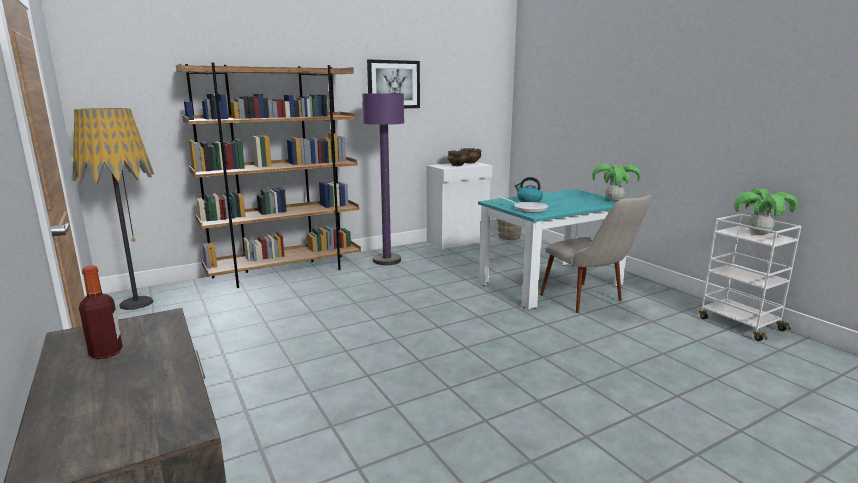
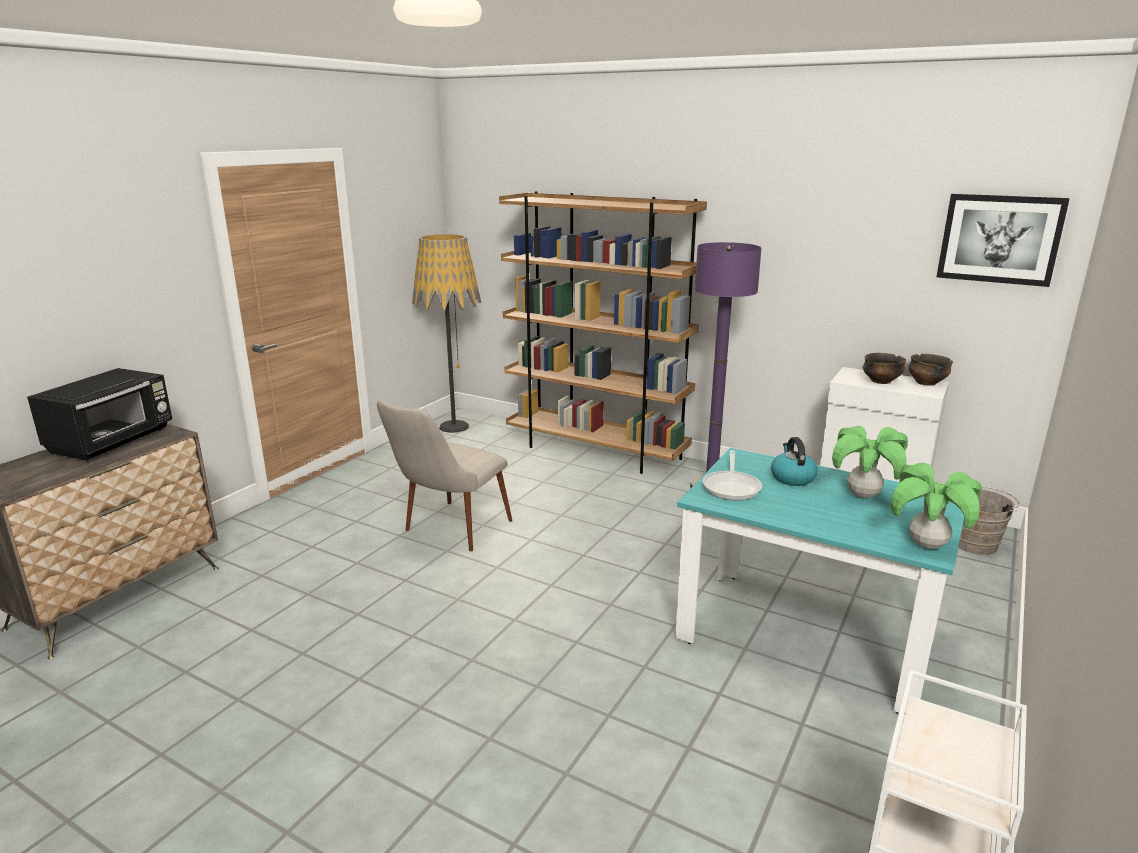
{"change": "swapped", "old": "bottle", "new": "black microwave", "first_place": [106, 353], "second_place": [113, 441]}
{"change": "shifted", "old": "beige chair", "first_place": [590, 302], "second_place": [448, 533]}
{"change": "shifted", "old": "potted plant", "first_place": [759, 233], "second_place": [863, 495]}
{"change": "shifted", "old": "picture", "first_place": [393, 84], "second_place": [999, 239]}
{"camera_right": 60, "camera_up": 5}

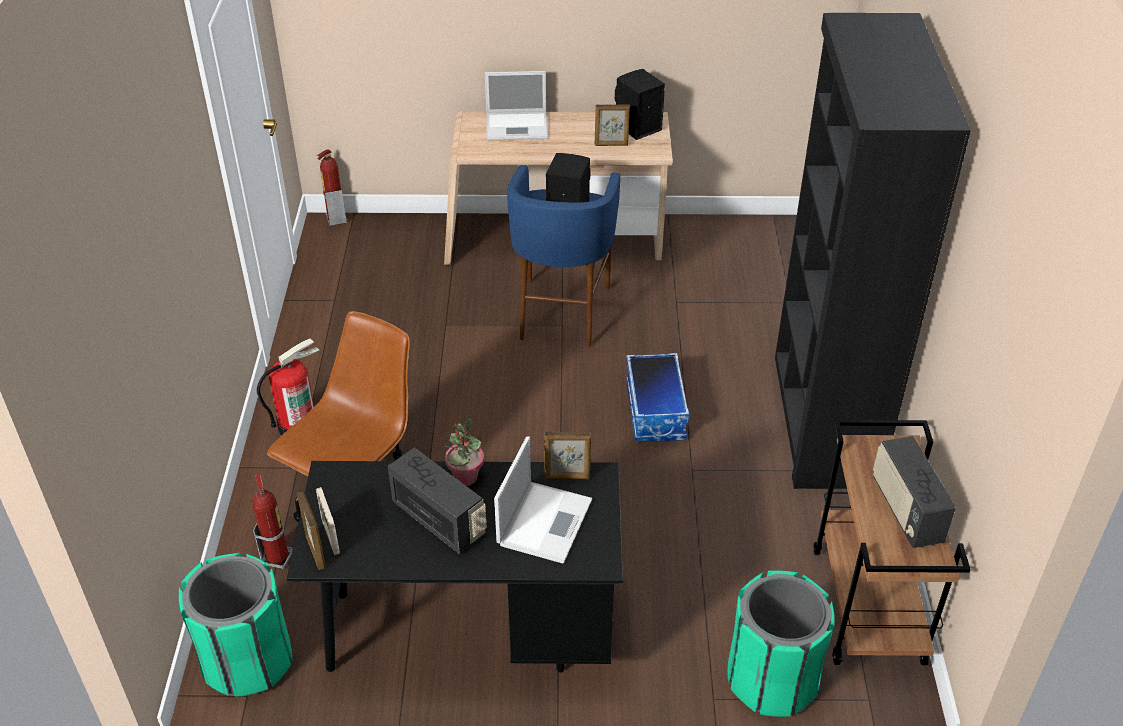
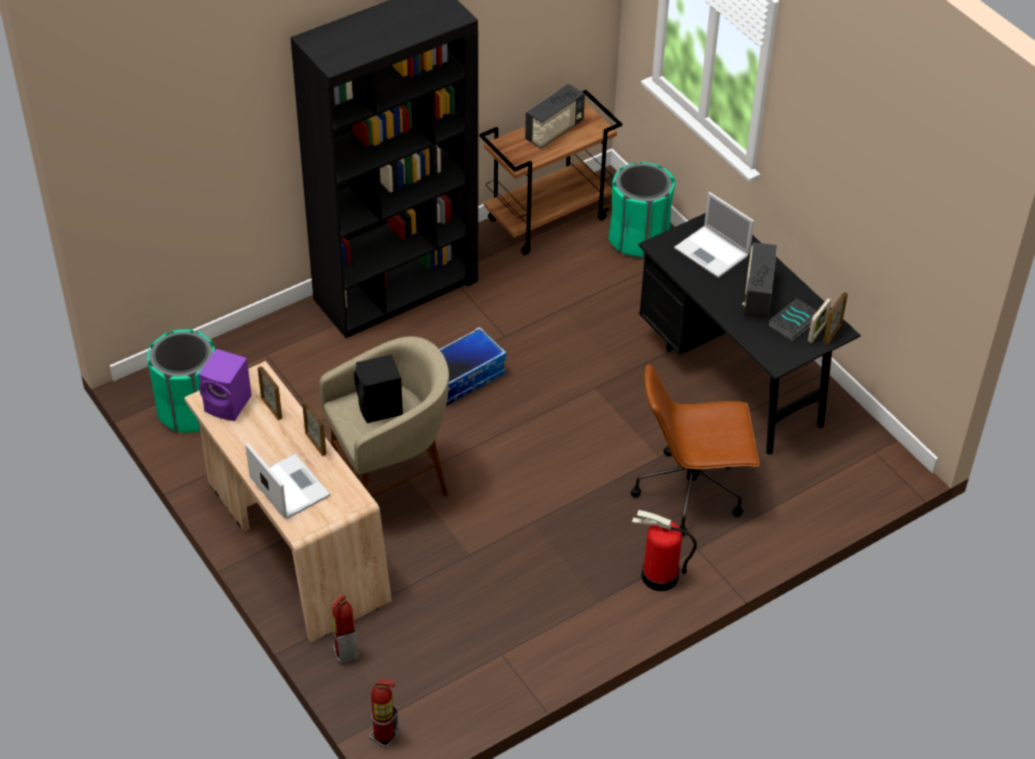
{"change": "shifted", "old": "green trash can", "first_place": [248, 660], "second_place": [190, 410]}
{"change": "repainted", "old": "black speaker", "new": "purple speaker", "first_place": [636, 128], "second_place": [229, 404]}
{"change": "shifted", "old": "picture frame", "first_place": [567, 477], "second_place": [316, 444]}
{"change": "repainted", "old": "blue stool", "new": "beige stool", "first_place": [562, 313], "second_place": [391, 486]}
{"change": "shifted", "old": "fire extinguisher", "first_place": [278, 557], "second_place": [345, 653]}
{"change": "rotated", "old": "laptop", "first_place": [545, 520], "second_place": [713, 252], "degrees": -120}
{"change": "new", "new": "book", "second_place": [794, 323]}
{"change": "gone", "old": "potted plant", "first_place": [465, 477]}
{"camera_right": -125, "camera_up": 5}

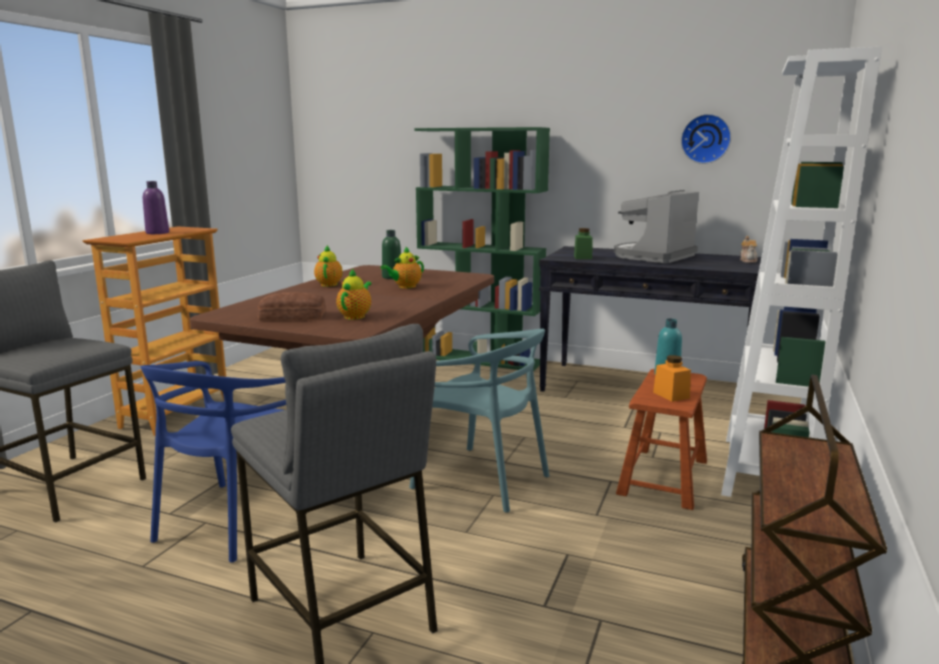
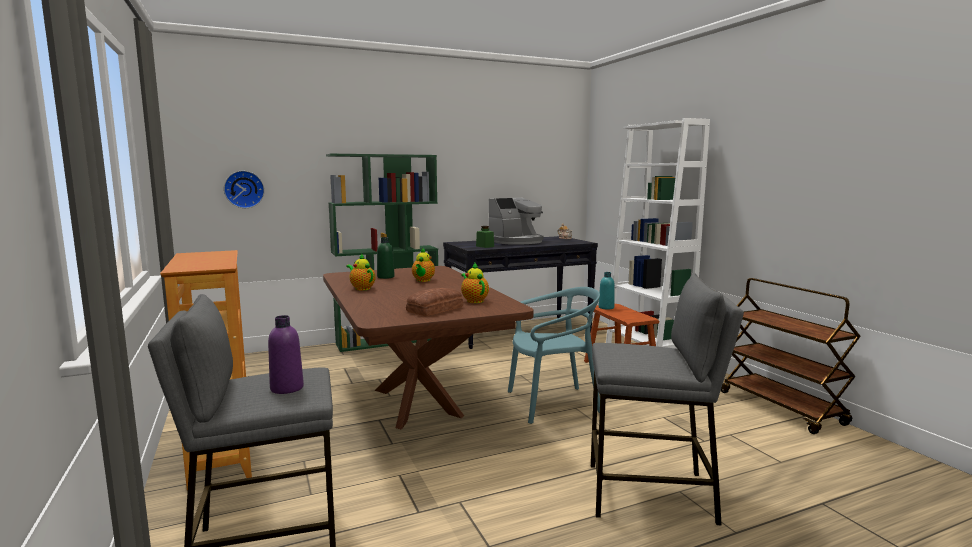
{"change": "shifted", "old": "wall clock", "first_place": [705, 139], "second_place": [244, 189]}
{"change": "shifted", "old": "purple bottle", "first_place": [157, 233], "second_place": [287, 388]}
{"change": "rotated", "old": "coffee machine", "first_place": [653, 256], "second_place": [516, 241], "degrees": -120}
{"change": "gone", "old": "blue chair", "first_place": [234, 520]}
{"change": "gone", "old": "orange jar", "first_place": [671, 395]}
{"camera_right": -45, "camera_up": -5}

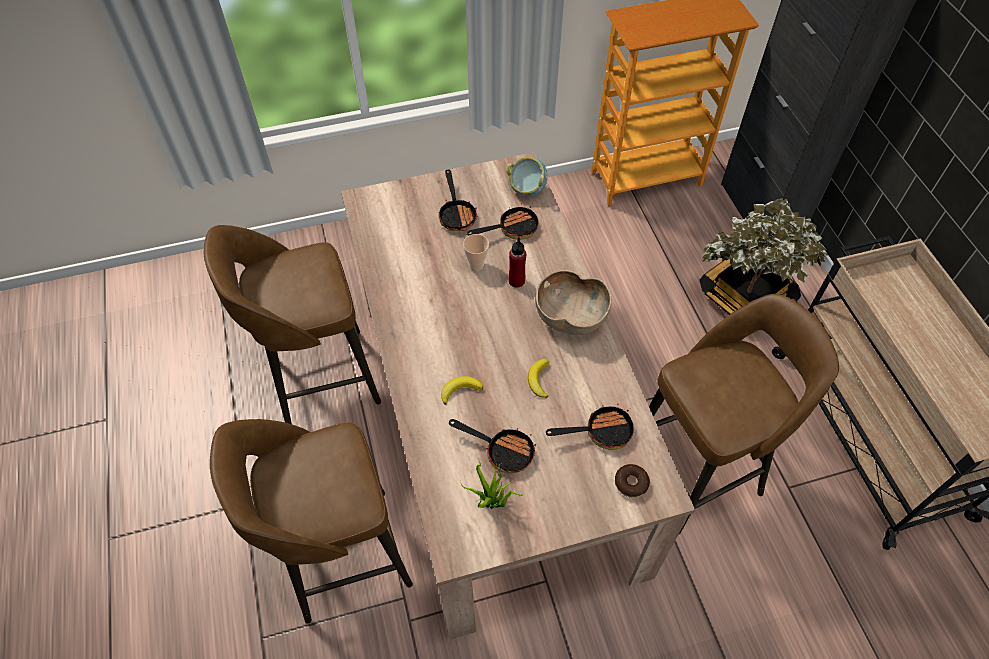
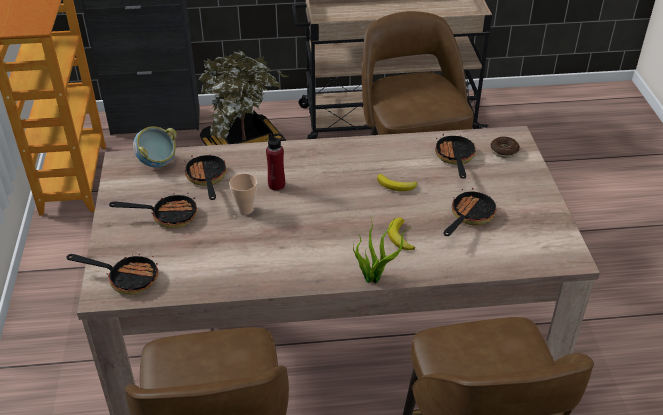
{"change": "new", "new": "frying pan", "second_place": [126, 278]}
{"change": "shifted", "old": "potted plant", "first_place": [492, 504], "second_place": [374, 278]}
{"change": "gone", "old": "brown bowl", "first_place": [570, 317]}
{"camera_right": -80, "camera_up": -15}

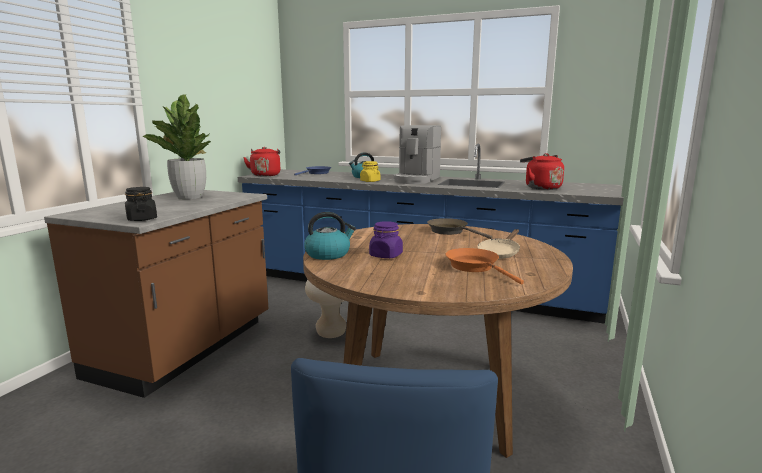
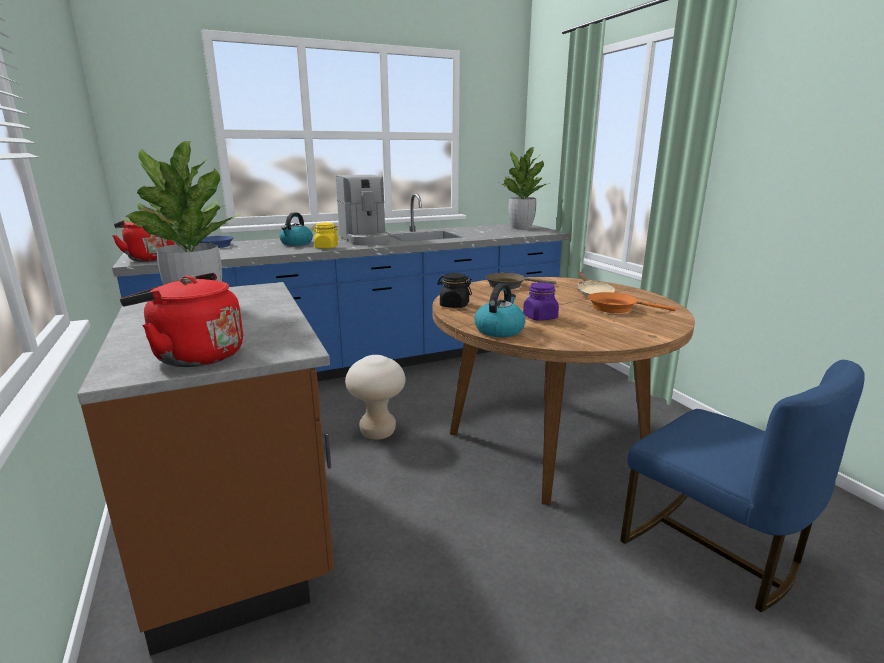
{"change": "shifted", "old": "red kettle", "first_place": [540, 188], "second_place": [194, 356]}
{"change": "shifted", "old": "black jar", "first_place": [142, 219], "second_place": [454, 305]}
{"change": "new", "new": "potted plant", "second_place": [520, 228]}
{"camera_right": -45, "camera_up": 5}

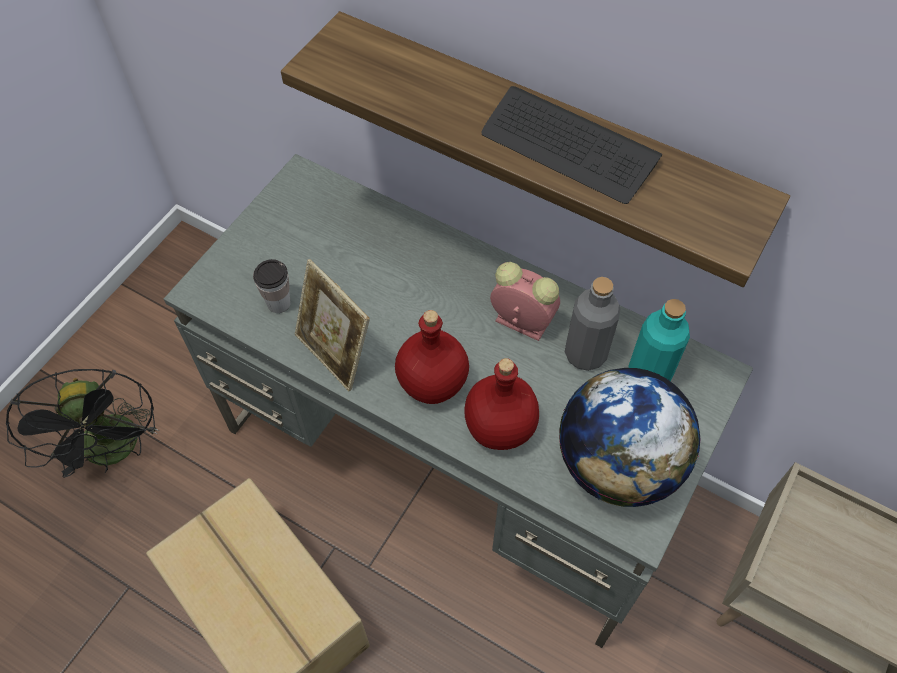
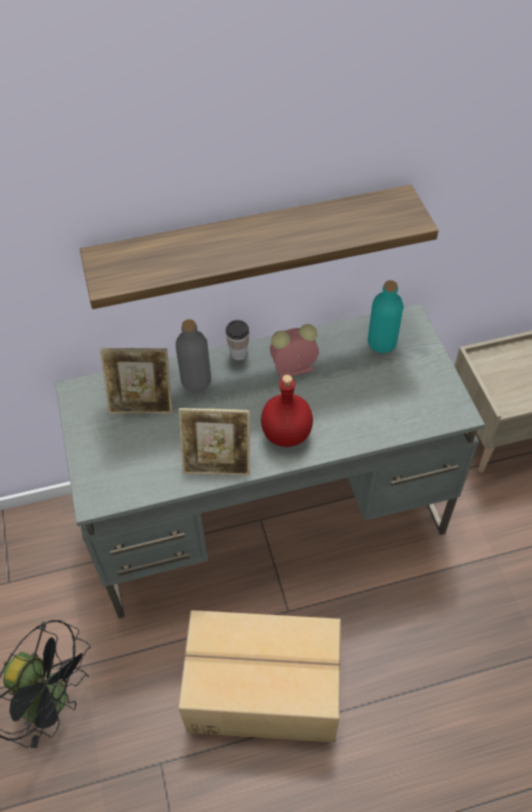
{"change": "new", "new": "picture frame", "second_place": [142, 404]}
{"change": "shifted", "old": "grey bottle", "first_place": [585, 354], "second_place": [196, 381]}
{"change": "shifted", "old": "cup", "first_place": [279, 303], "second_place": [238, 353]}
{"change": "gone", "old": "red bottle", "first_place": [498, 427]}
{"change": "gone", "old": "keyboard", "first_place": [568, 147]}
{"change": "gone", "old": "globe", "first_place": [617, 464]}
{"camera_right": -45, "camera_up": -5}

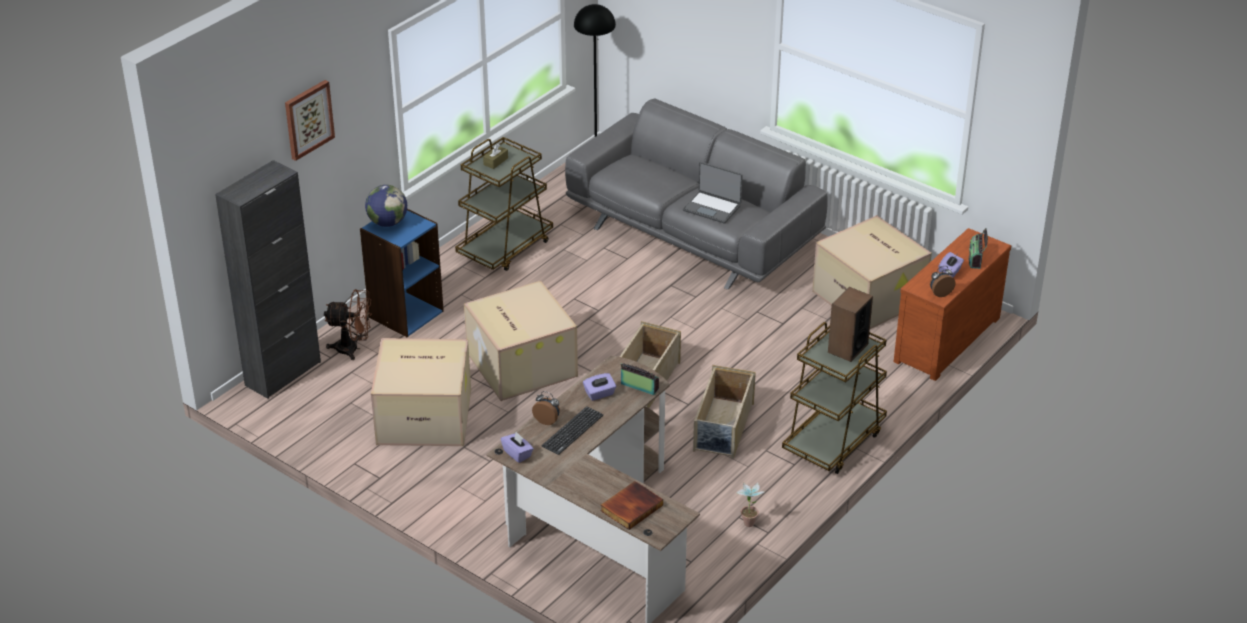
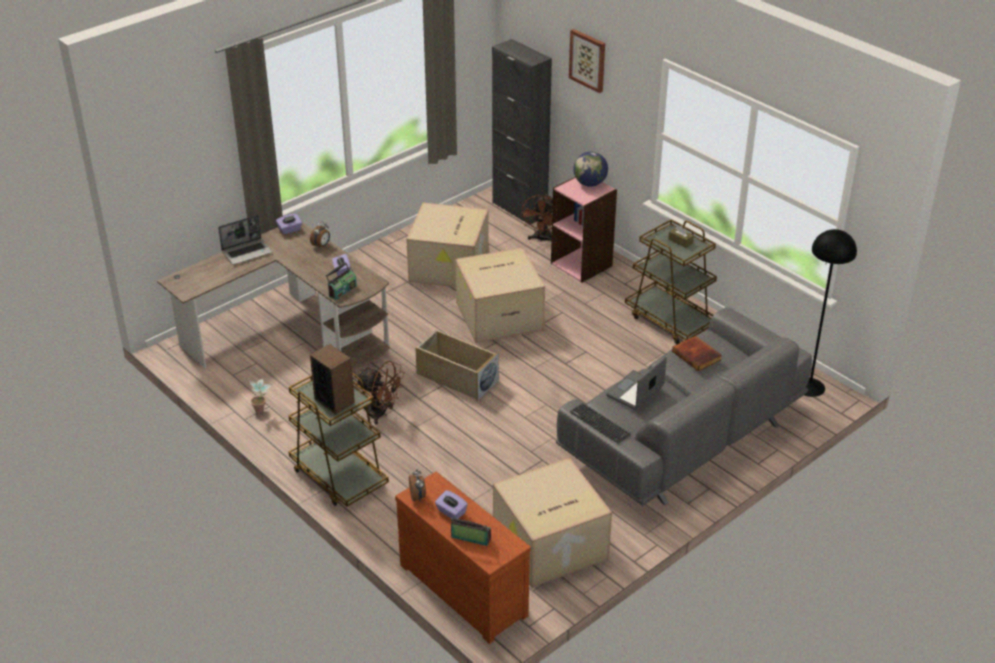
{"change": "new", "new": "laptop", "second_place": [247, 252]}
{"change": "swapped", "old": "beige storage box", "new": "brown fan", "first_place": [723, 427], "second_place": [381, 413]}
{"change": "repainted", "old": "blue bookcase", "new": "pink bookcase", "first_place": [405, 314], "second_place": [582, 264]}
{"change": "shifted", "old": "keyboard", "first_place": [572, 431], "second_place": [600, 423]}
{"change": "shifted", "old": "book", "first_place": [631, 507], "second_place": [697, 355]}
{"camera_right": 100, "camera_up": 0}

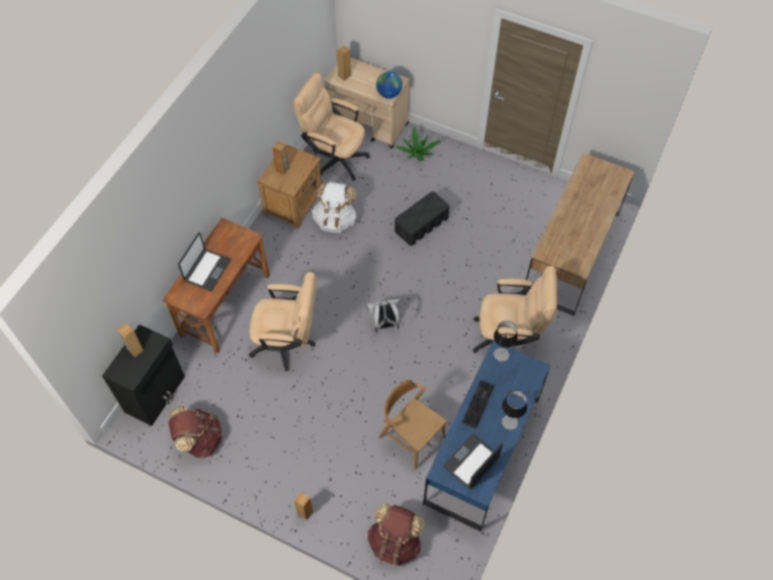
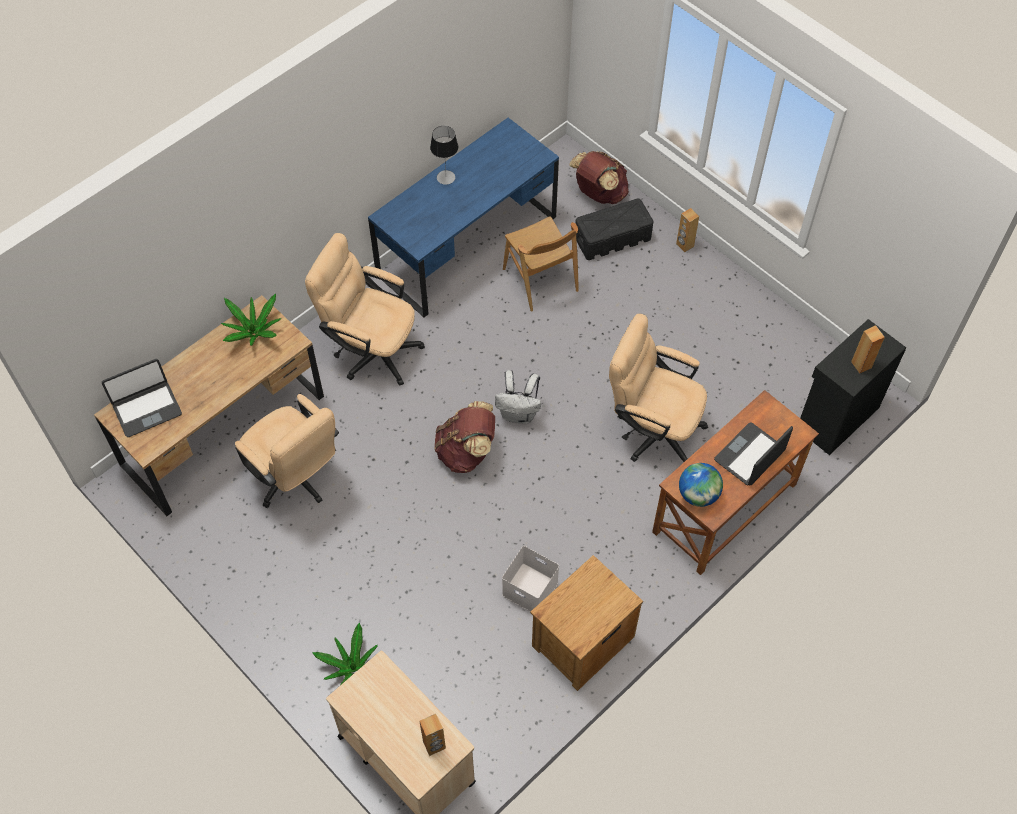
{"change": "shifted", "old": "laptop", "first_place": [471, 462], "second_place": [147, 409]}
{"change": "new", "new": "potted plant", "second_place": [254, 331]}
{"change": "shifted", "old": "beige office chair", "first_place": [334, 157], "second_place": [296, 478]}
{"change": "shifted", "old": "brown backpack", "first_place": [199, 440], "second_place": [466, 452]}
{"change": "swapped", "old": "white backpack", "new": "white storage box", "first_place": [335, 220], "second_place": [528, 589]}
{"change": "shifted", "old": "black storage box", "first_place": [421, 225], "second_place": [613, 238]}
{"change": "shifted", "old": "globe", "first_place": [389, 94], "second_place": [698, 495]}
{"change": "gone", "old": "brown speaker", "first_place": [283, 169]}
{"change": "gone", "old": "keyboard", "first_place": [477, 403]}
{"change": "gone", "old": "table lamp", "first_place": [501, 354]}
{"camera_right": -160, "camera_up": 0}

